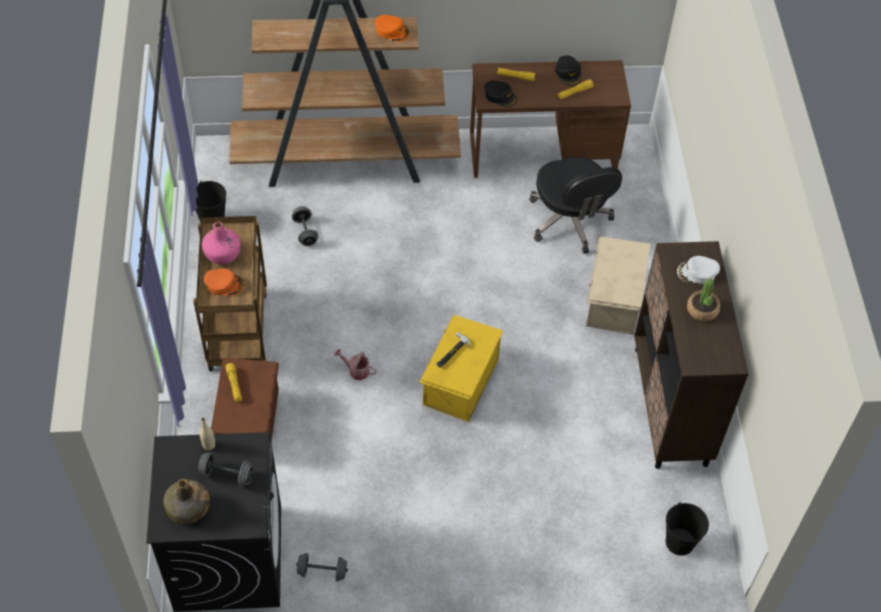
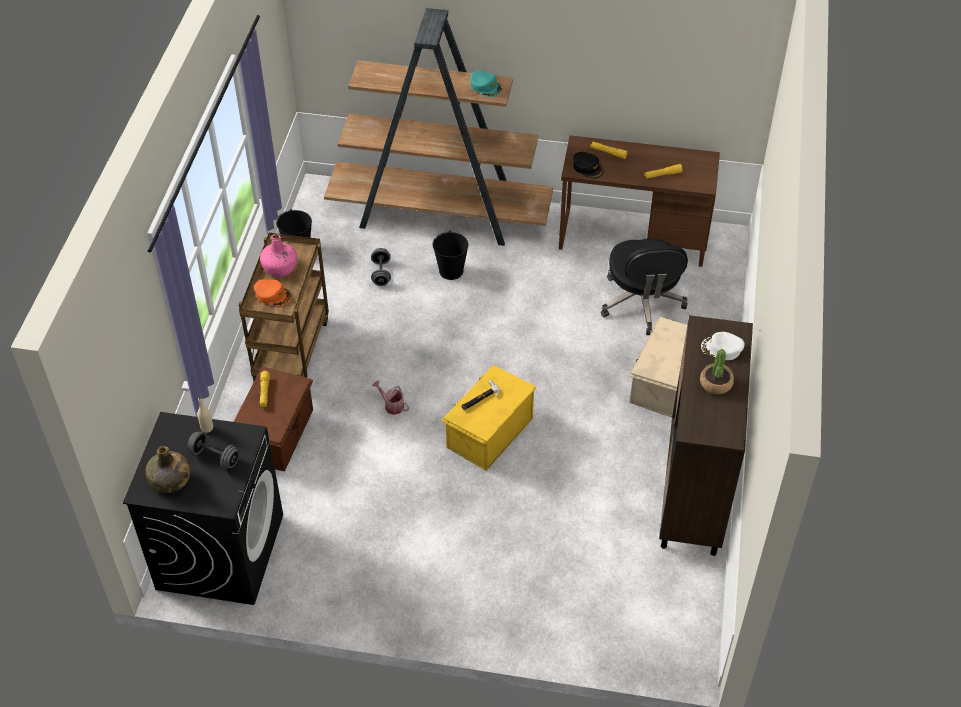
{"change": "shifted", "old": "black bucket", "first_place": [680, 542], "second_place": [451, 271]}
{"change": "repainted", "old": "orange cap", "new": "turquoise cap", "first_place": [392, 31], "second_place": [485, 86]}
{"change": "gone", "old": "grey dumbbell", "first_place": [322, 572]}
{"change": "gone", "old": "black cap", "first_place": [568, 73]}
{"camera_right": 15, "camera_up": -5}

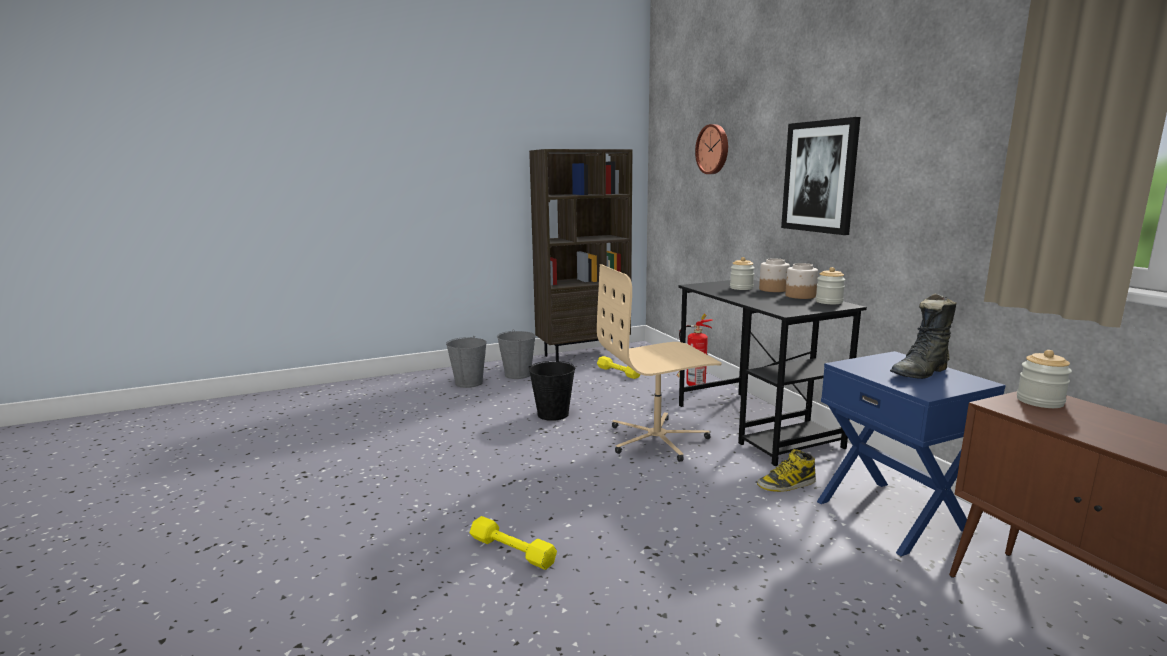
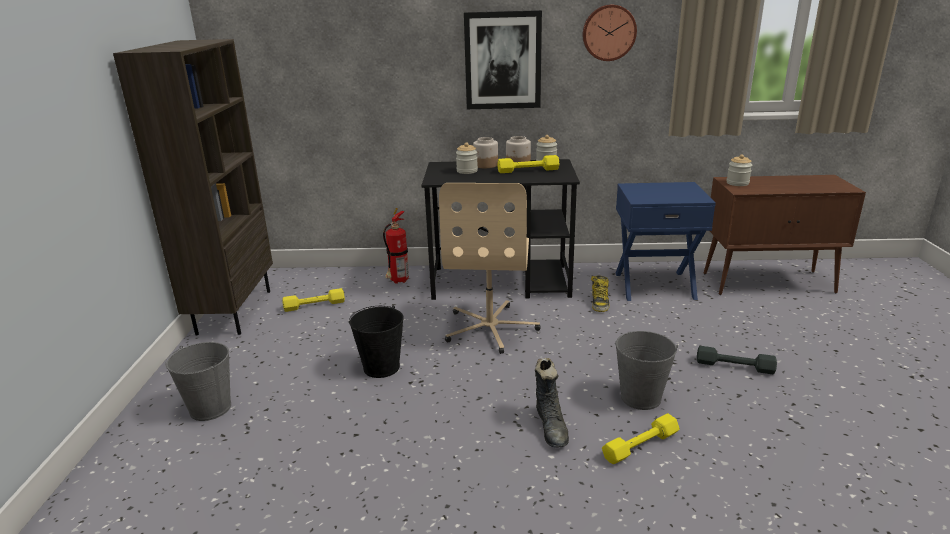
{"change": "new", "new": "yellow dumbbell", "second_place": [528, 170]}
{"change": "shifted", "old": "black boot", "first_place": [921, 373], "second_place": [551, 427]}
{"change": "shifted", "old": "wall clock", "first_place": [713, 149], "second_place": [608, 32]}
{"change": "shifted", "old": "grey bucket", "first_place": [518, 374], "second_place": [640, 397]}
{"change": "new", "new": "grey dumbbell", "second_place": [734, 366]}
{"camera_right": -65, "camera_up": 10}

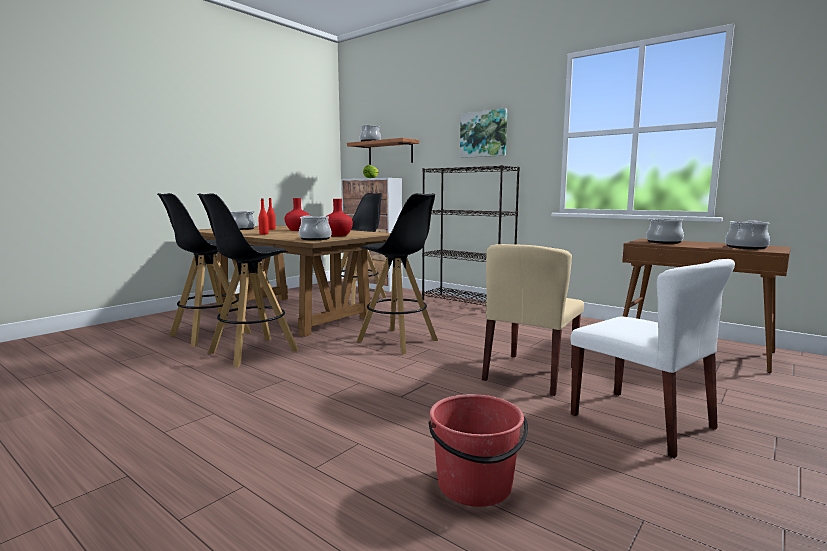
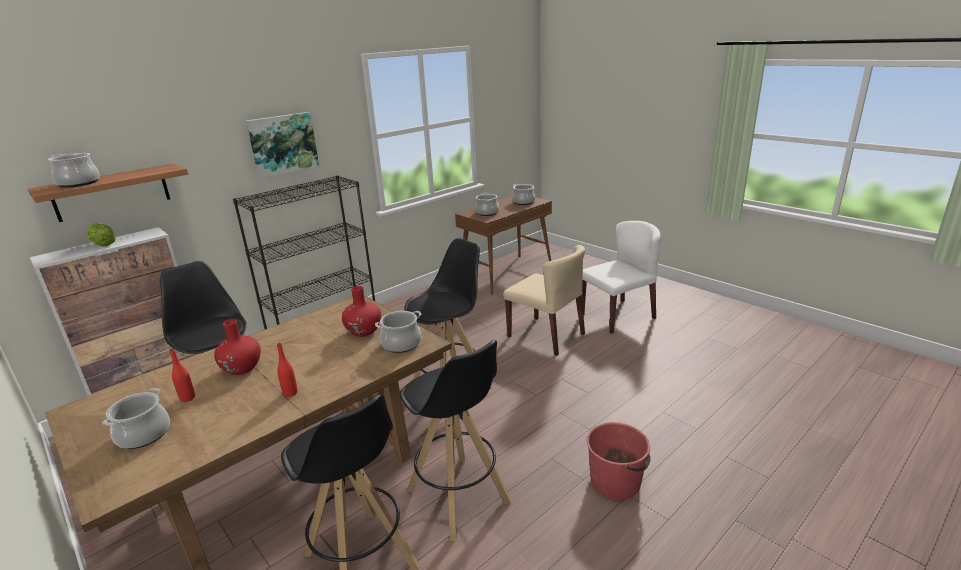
{"change": "shifted", "old": "red bucket", "first_place": [475, 485], "second_place": [616, 481]}
{"camera_right": -80, "camera_up": 15}

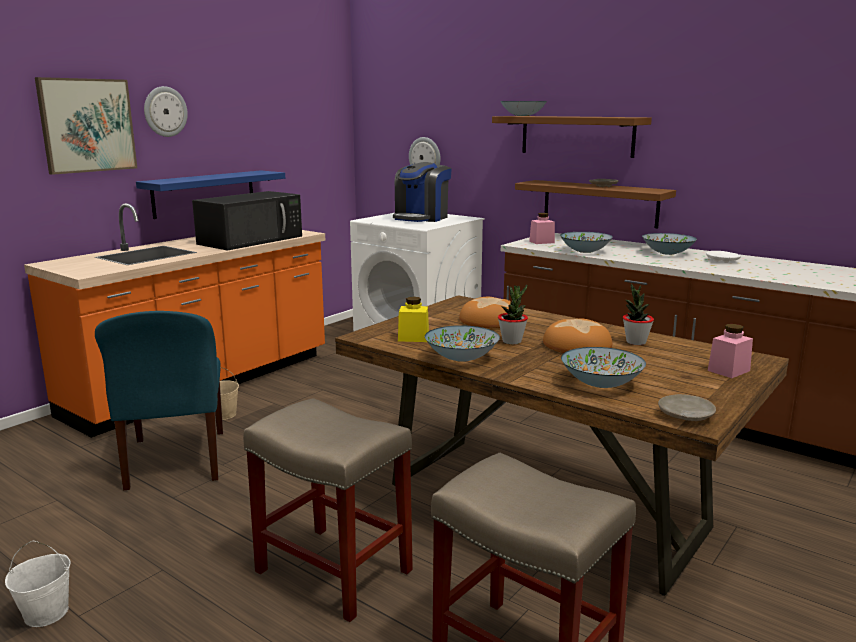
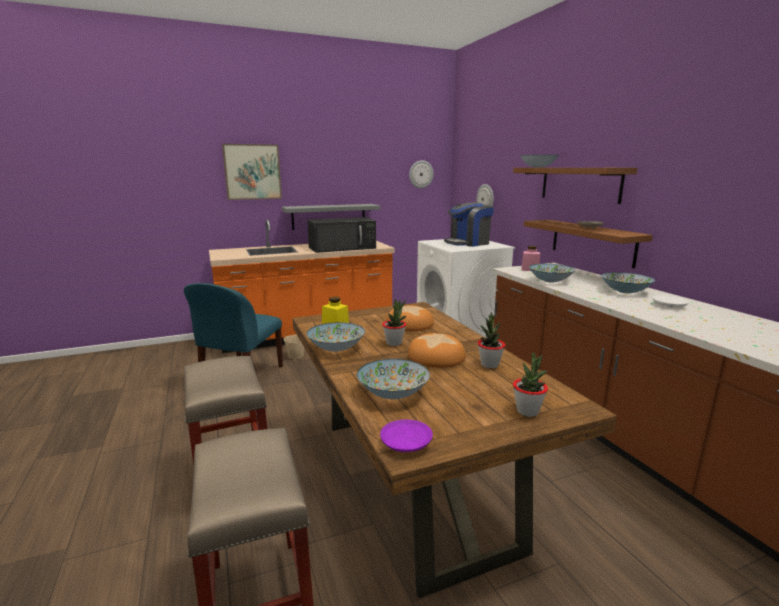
{"change": "repainted", "old": "blue shelf", "new": "grey shelf", "first_place": [204, 193], "second_place": [329, 216]}
{"change": "repainted", "old": "beige plate", "new": "purple plate", "first_place": [685, 416], "second_place": [405, 443]}
{"change": "shifted", "old": "wall clock", "first_place": [165, 111], "second_place": [421, 174]}
{"change": "swapped", "old": "pink jar", "new": "potted plant", "first_place": [728, 370], "second_place": [527, 411]}
{"change": "gone", "old": "white bucket", "first_place": [46, 613]}
{"camera_right": 30, "camera_up": 0}

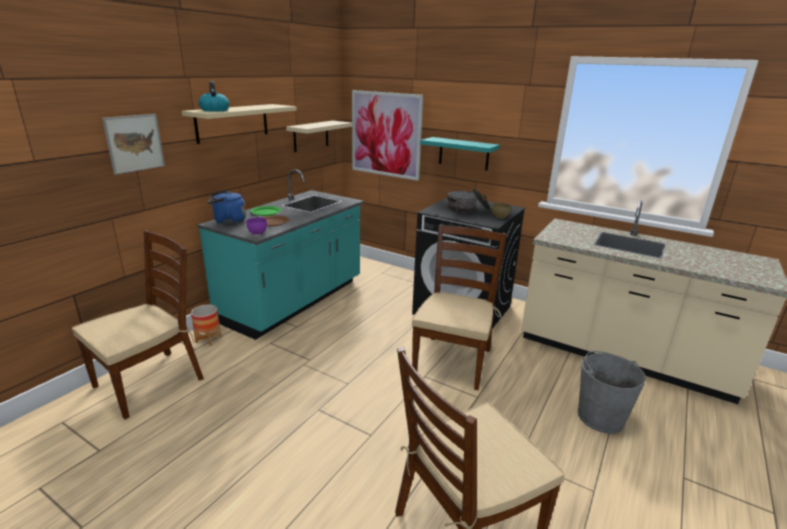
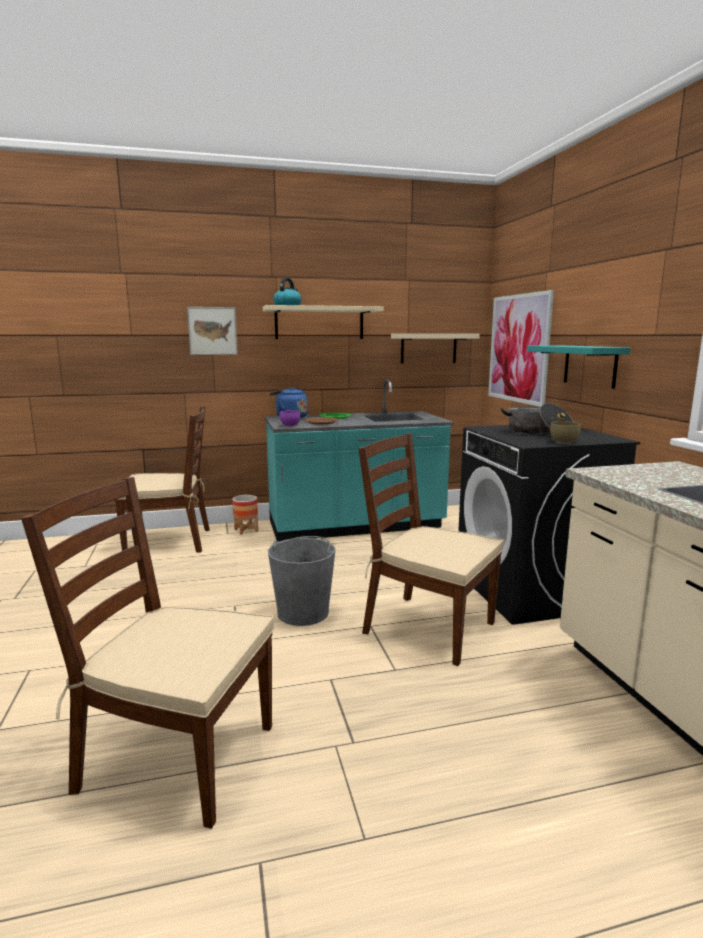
{"change": "shifted", "old": "grey bucket", "first_place": [600, 417], "second_place": [303, 612]}
{"change": "rotated", "old": "brown chair", "first_place": [452, 361], "second_place": [427, 627], "degrees": -120}
{"camera_right": 45, "camera_up": -10}

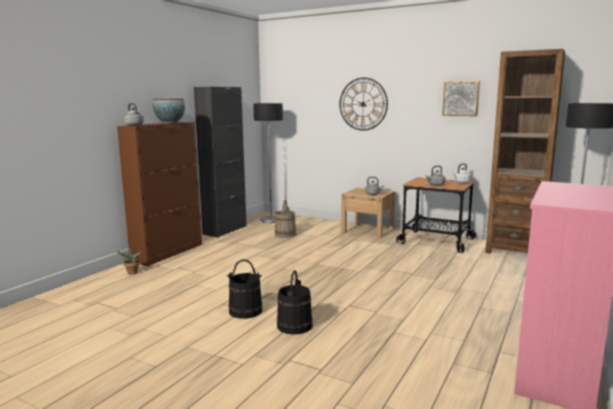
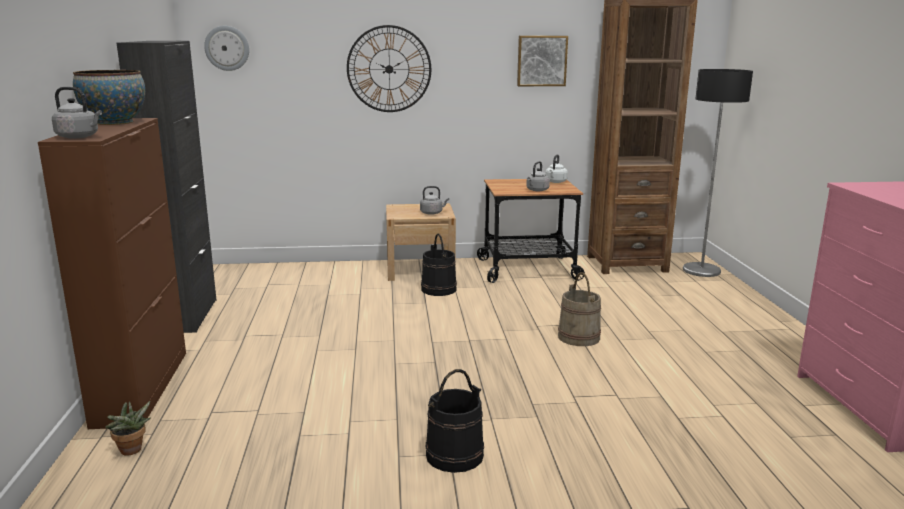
{"change": "new", "new": "wall clock", "second_place": [227, 48]}
{"change": "shifted", "old": "black bucket", "first_place": [294, 325], "second_place": [438, 289]}
{"change": "shifted", "old": "beige bucket", "first_place": [285, 234], "second_place": [579, 337]}
{"change": "gone", "old": "floor lamp", "first_place": [271, 220]}
{"camera_right": -35, "camera_up": 5}

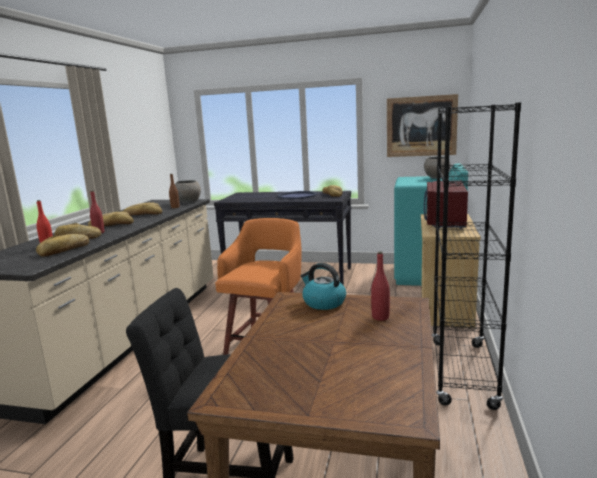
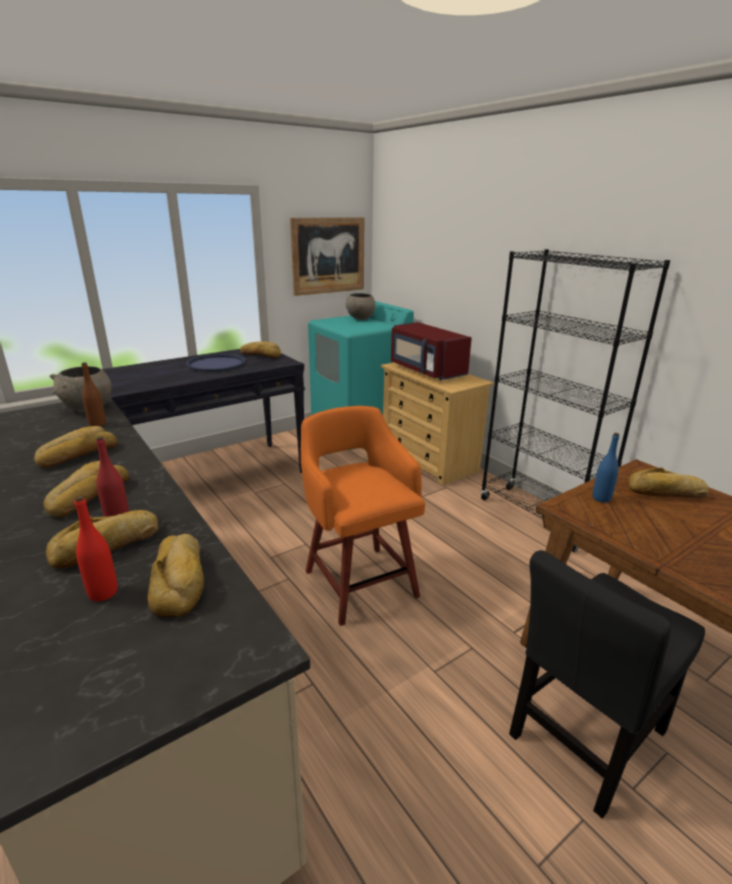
{"change": "swapped", "old": "kettle", "new": "blue bottle", "first_place": [323, 302], "second_place": [601, 498]}
{"change": "swapped", "old": "red bottle", "new": "bread", "first_place": [380, 317], "second_place": [667, 492]}
{"camera_right": -50, "camera_up": 10}

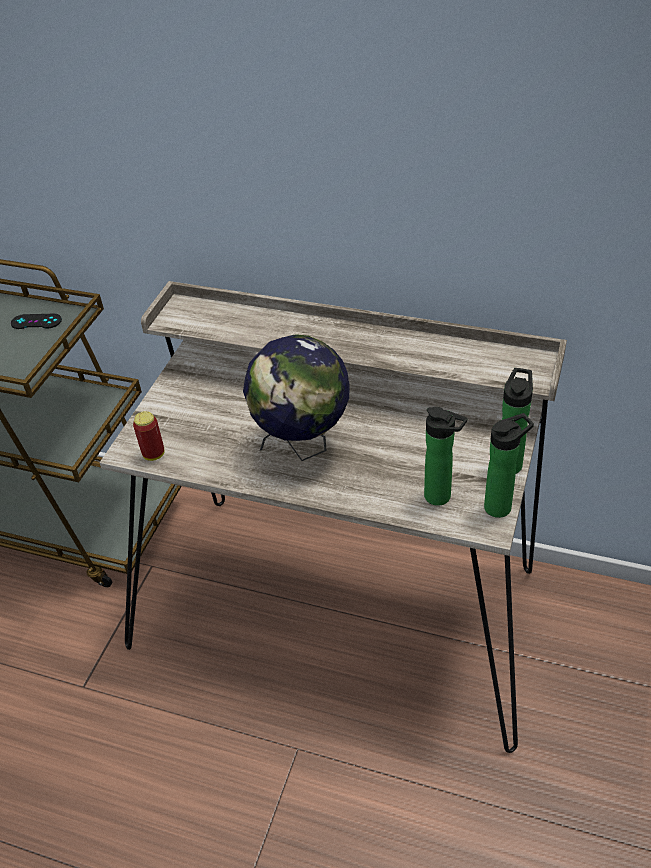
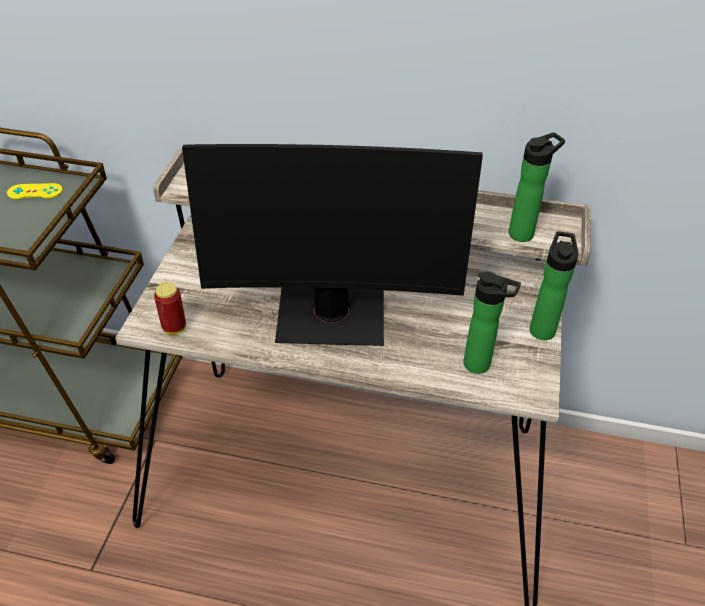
{"change": "repainted", "old": "black game controller", "new": "yellow game controller", "first_place": [36, 322], "second_place": [35, 192]}
{"change": "swapped", "old": "globe", "new": "monitor", "first_place": [303, 446], "second_place": [331, 316]}
{"change": "shifted", "old": "bottle", "first_place": [501, 506], "second_place": [524, 233]}
{"camera_right": -10, "camera_up": 0}

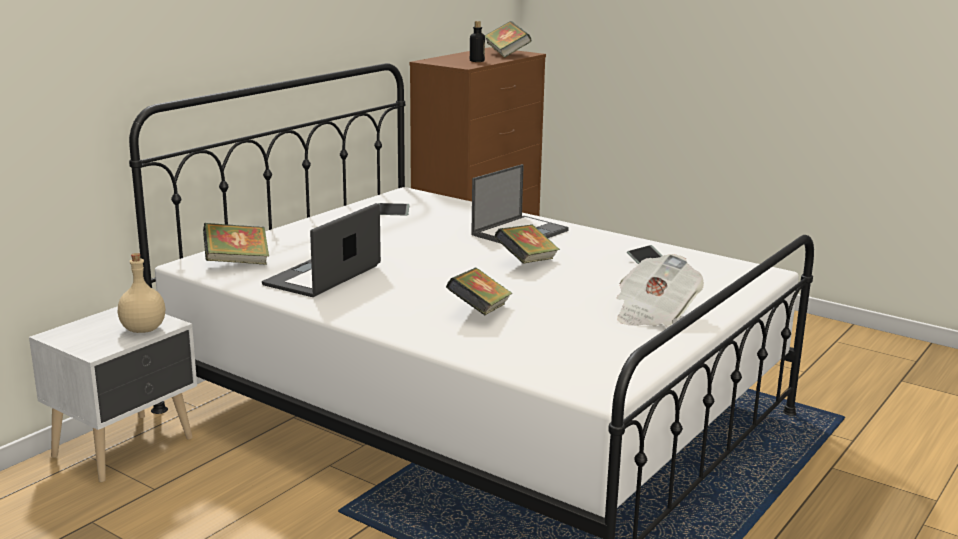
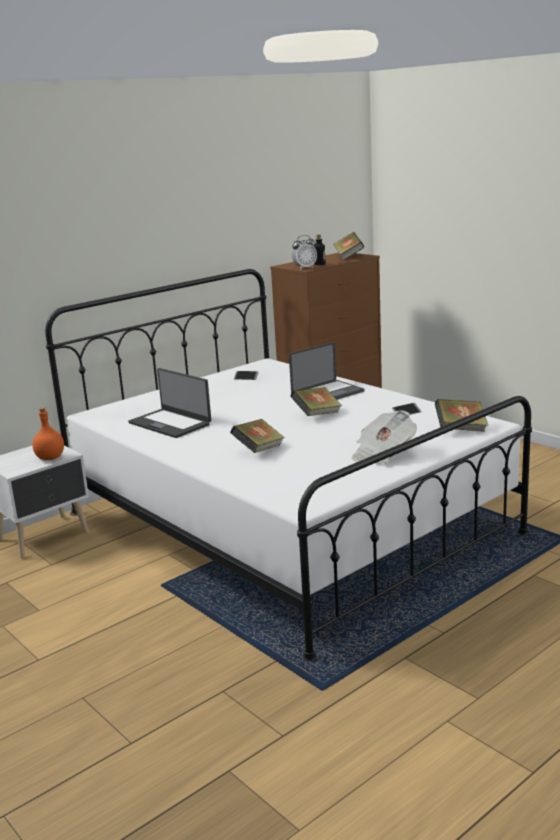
{"change": "repainted", "old": "beige bottle", "new": "orange bottle", "first_place": [142, 329], "second_place": [50, 458]}
{"change": "rotated", "old": "laptop", "first_place": [324, 276], "second_place": [170, 423], "degrees": -90}
{"change": "new", "new": "alarm clock", "second_place": [305, 268]}
{"change": "shifted", "old": "book", "first_place": [237, 262], "second_place": [461, 429]}
{"camera_right": 15, "camera_up": 0}

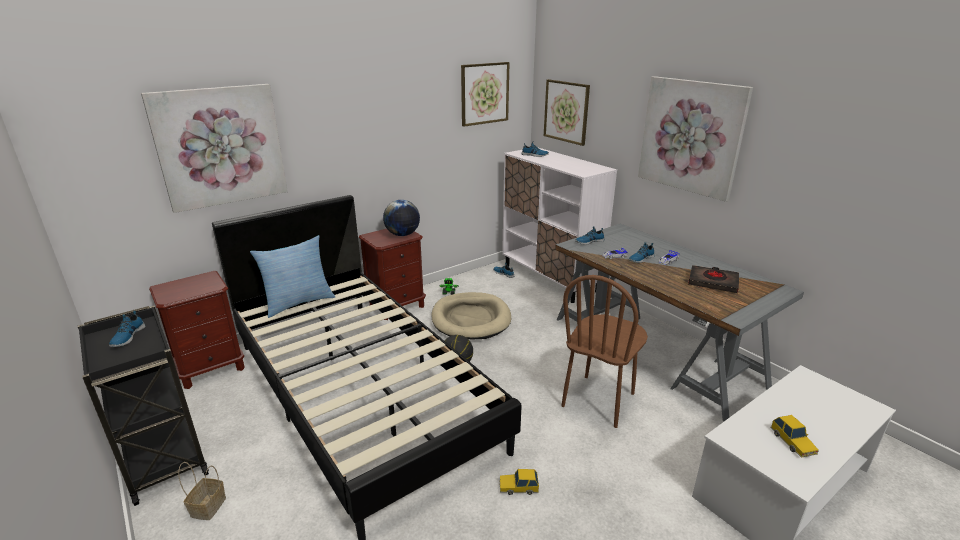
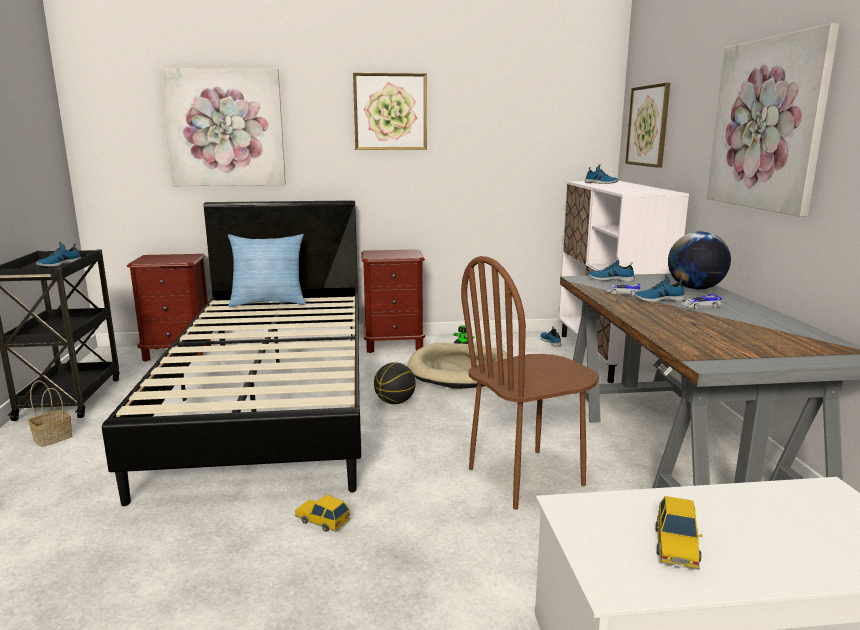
{"change": "shifted", "old": "picture", "first_place": [484, 93], "second_place": [390, 112]}
{"change": "shifted", "old": "globe", "first_place": [402, 234], "second_place": [695, 289]}
{"change": "gone", "old": "black book", "first_place": [713, 282]}
{"camera_right": 30, "camera_up": -10}

